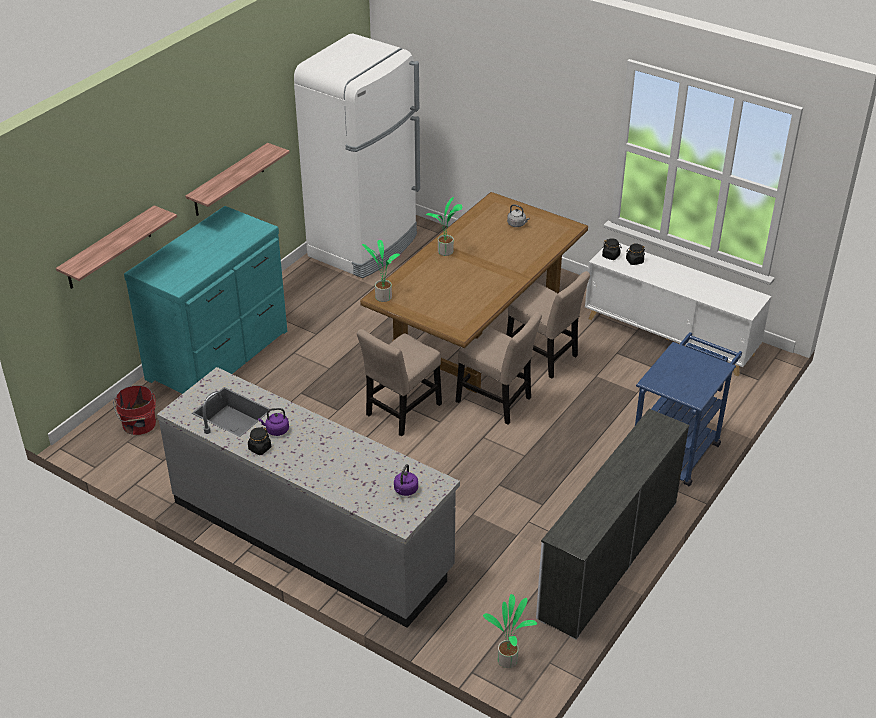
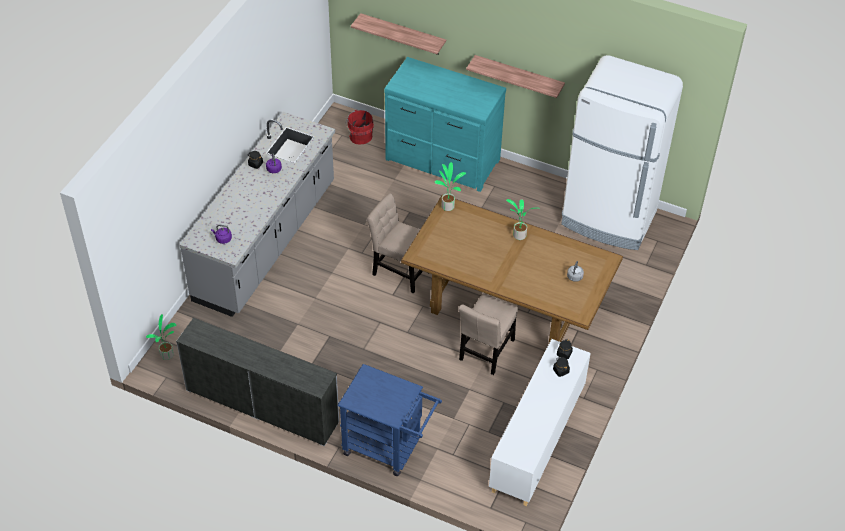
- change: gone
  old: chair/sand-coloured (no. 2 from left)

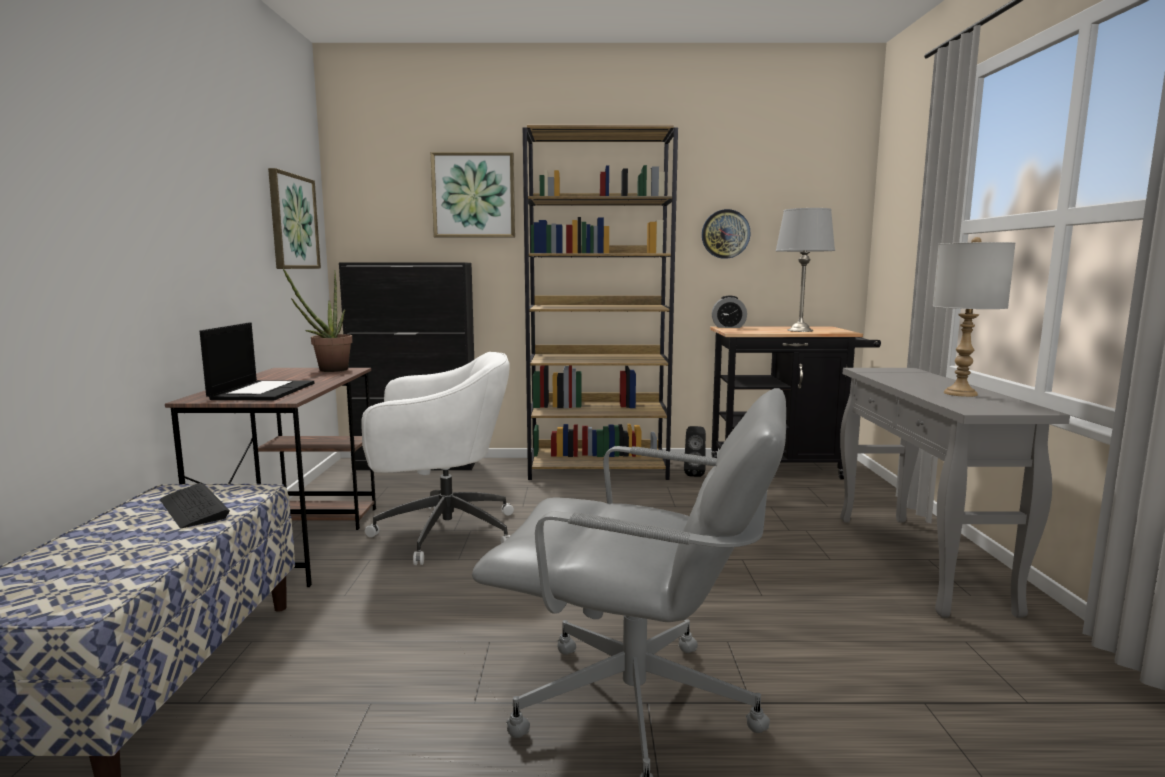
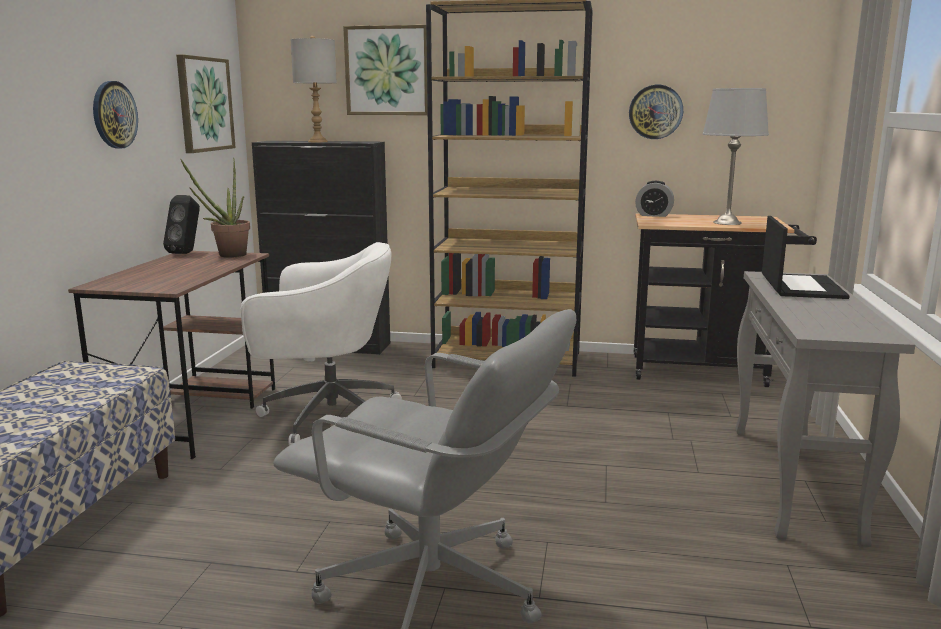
- change: gone
  old: keyboard
- change: shifted
  old: portable computer
- change: shifted
  old: speaker/black
- change: shifted
  old: tabletop lamp/greyish (no. 2 from left in the first image)
  new: tabletop lamp/greyish (no. 1 from left)
- change: new
  new: wall clock (no. 1 from left)

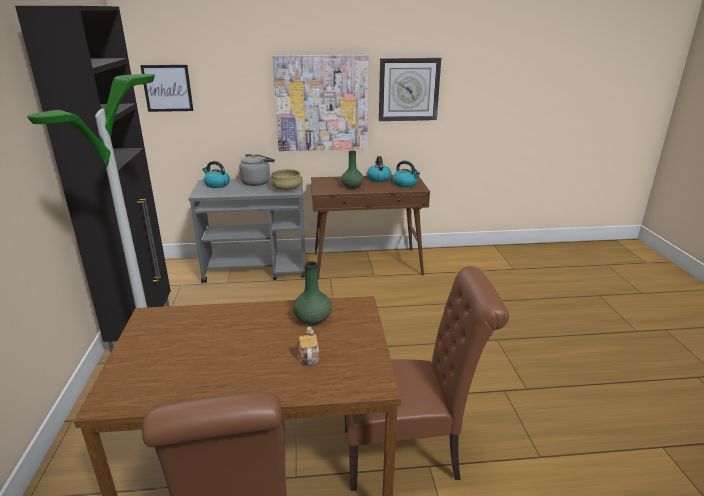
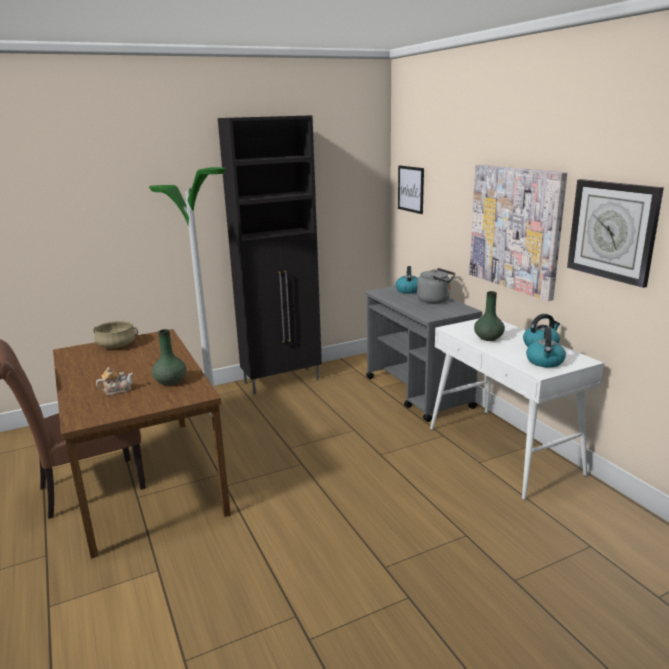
- change: shifted
  old: saucepot/sand-coloured
- change: repainted
  old: console table/brown
  new: console table/whitish
- change: gone
  old: chair/brown (no. 2 from left)

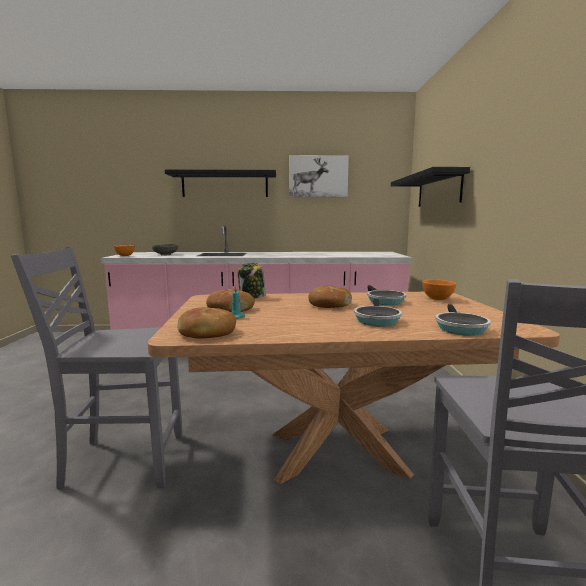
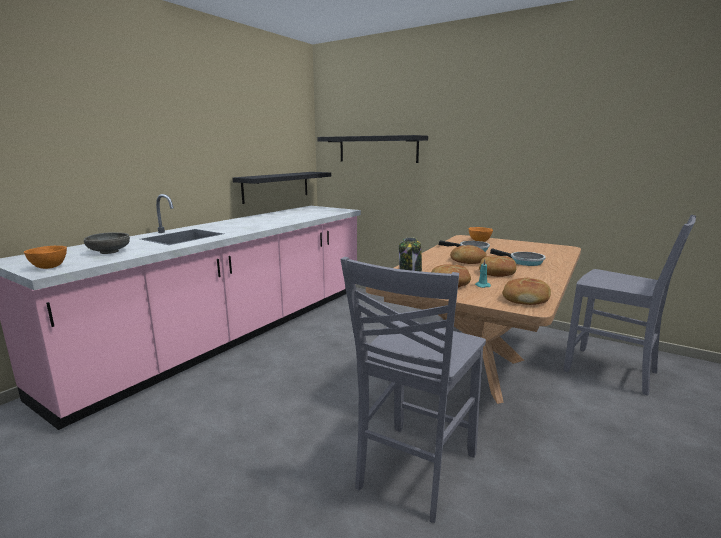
- change: shifted
  old: wall shelf/black (no. 1 from left)
- change: gone
  old: wall picture
- change: gone
  old: pan (no. 3 from left)
- change: new
  new: bread (no. 3 from left)

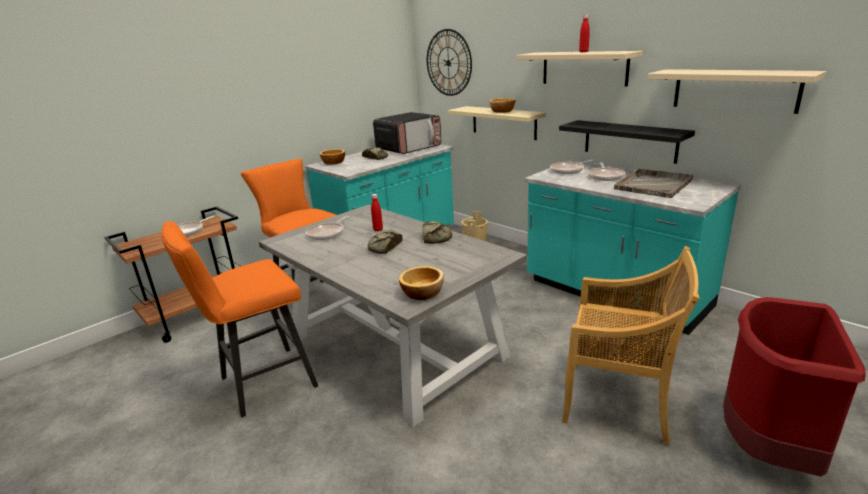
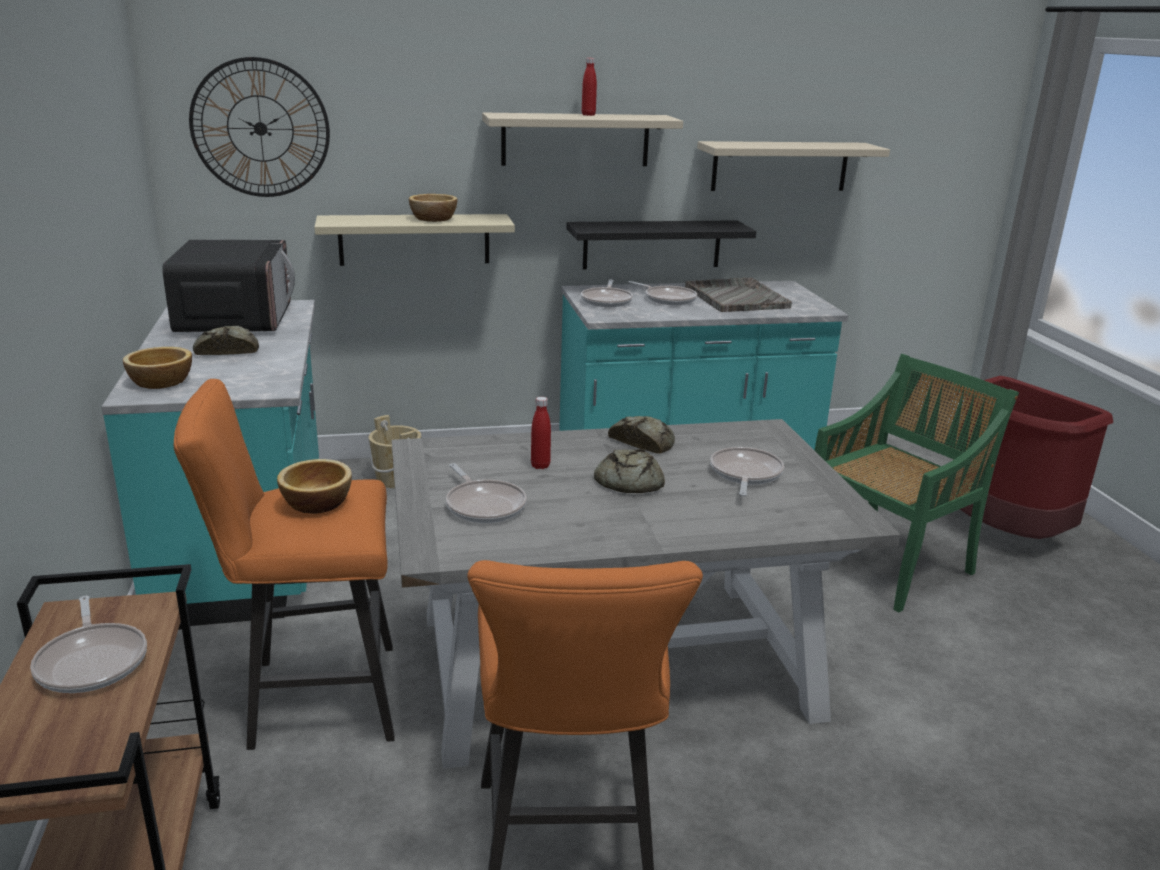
- change: shifted
  old: bowl (no. 2 from left)
- change: repainted
  old: chair/sand-coloured
  new: chair/green-coloured
- change: new
  new: pan (no. 5 from left)

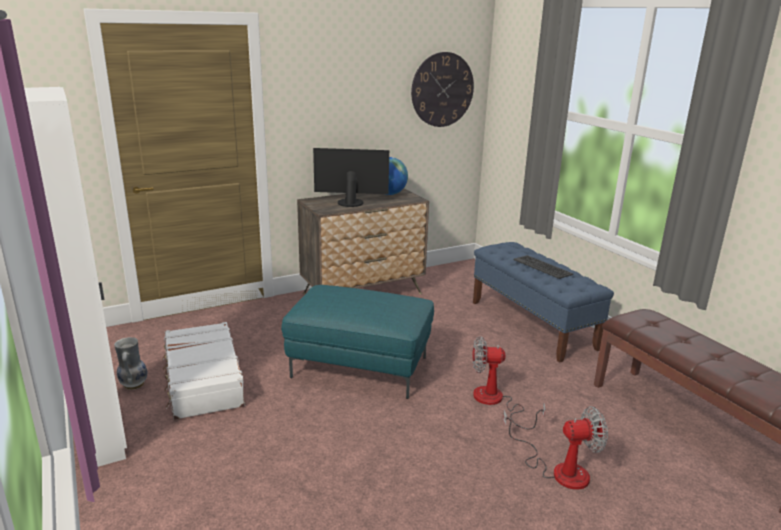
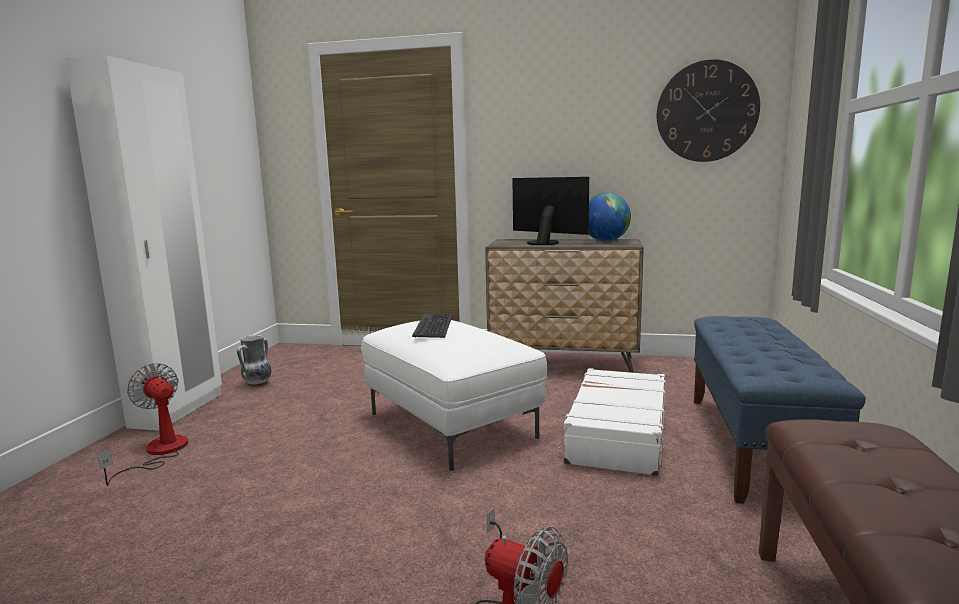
- change: shifted
  old: travel case/whitish
- change: repainted
  old: ottoman/blue-green
  new: ottoman/whitish
- change: shifted
  old: cooling fan (no. 1 from left)
- change: shifted
  old: keyboard

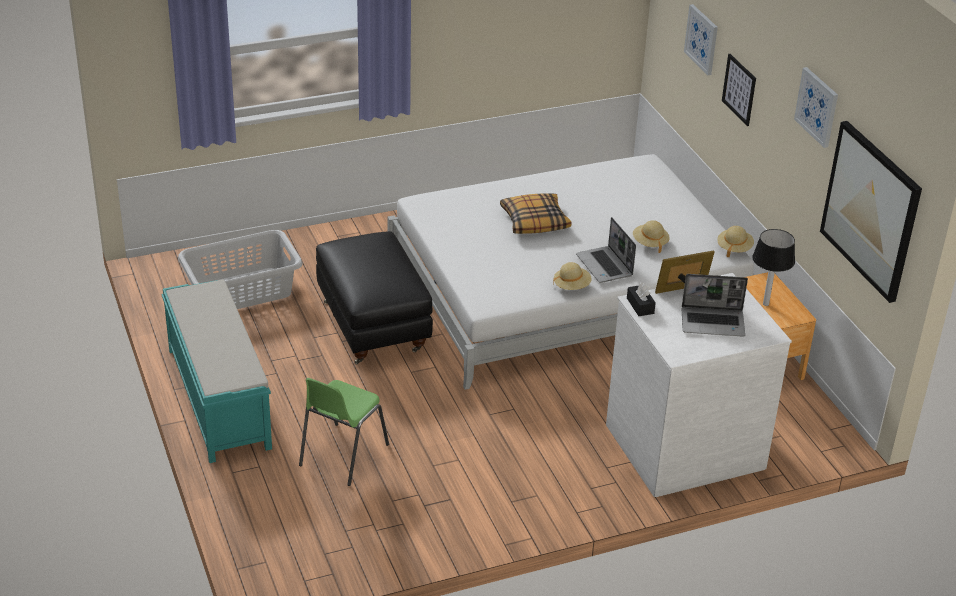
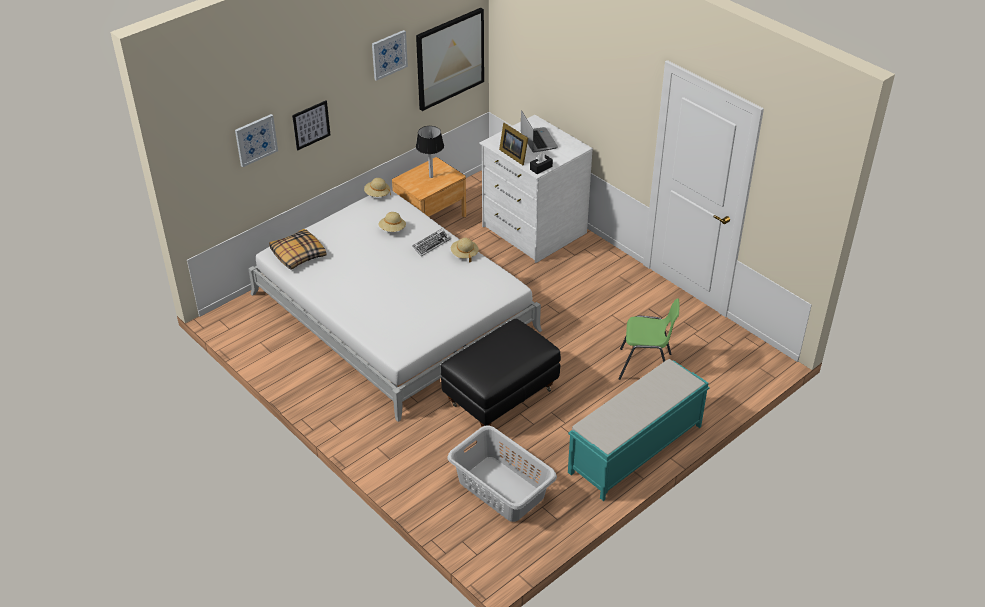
- change: shifted
  old: throw pillow
- change: swapped
  old: portable computer (no. 1 from left)
  new: keyboard

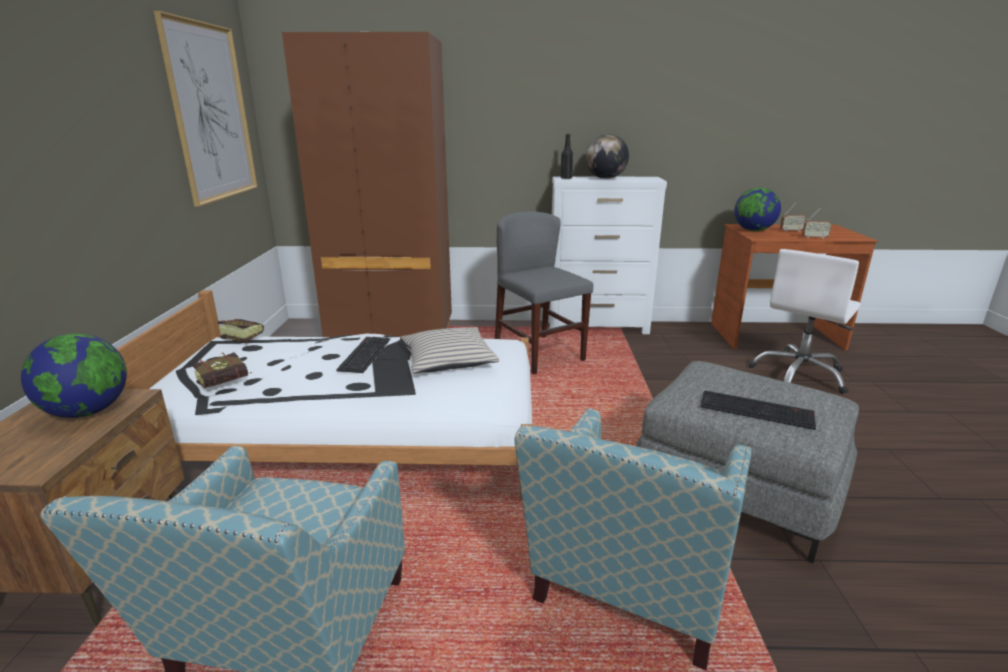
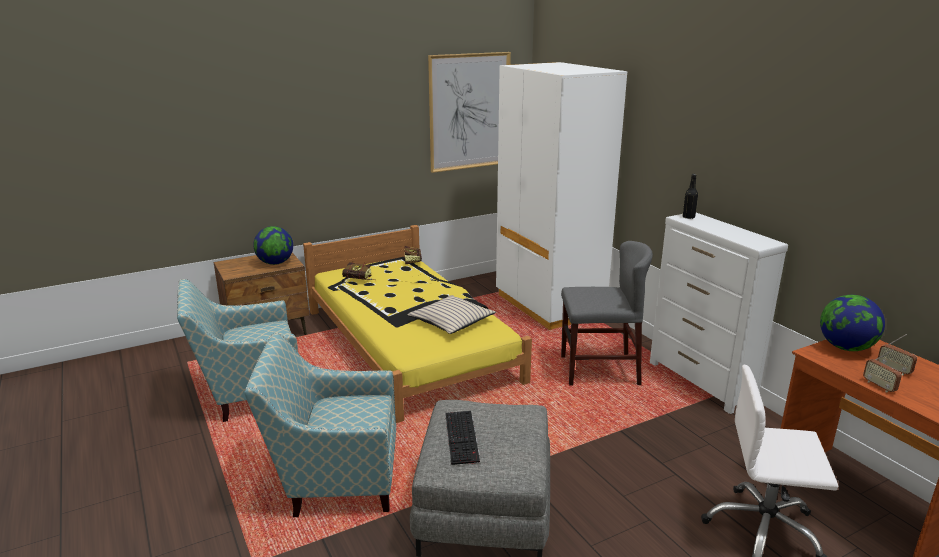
- change: repainted
  old: sleeping bed/whitish
  new: sleeping bed/yellow
- change: repainted
  old: clothes cupboard/brown
  new: clothes cupboard/whitish
- change: gone
  old: keyboard (no. 1 from left)
- change: rotated
  old: chair/greyish
  degrees: 60
- change: gone
  old: desk globe (no. 2 from left)

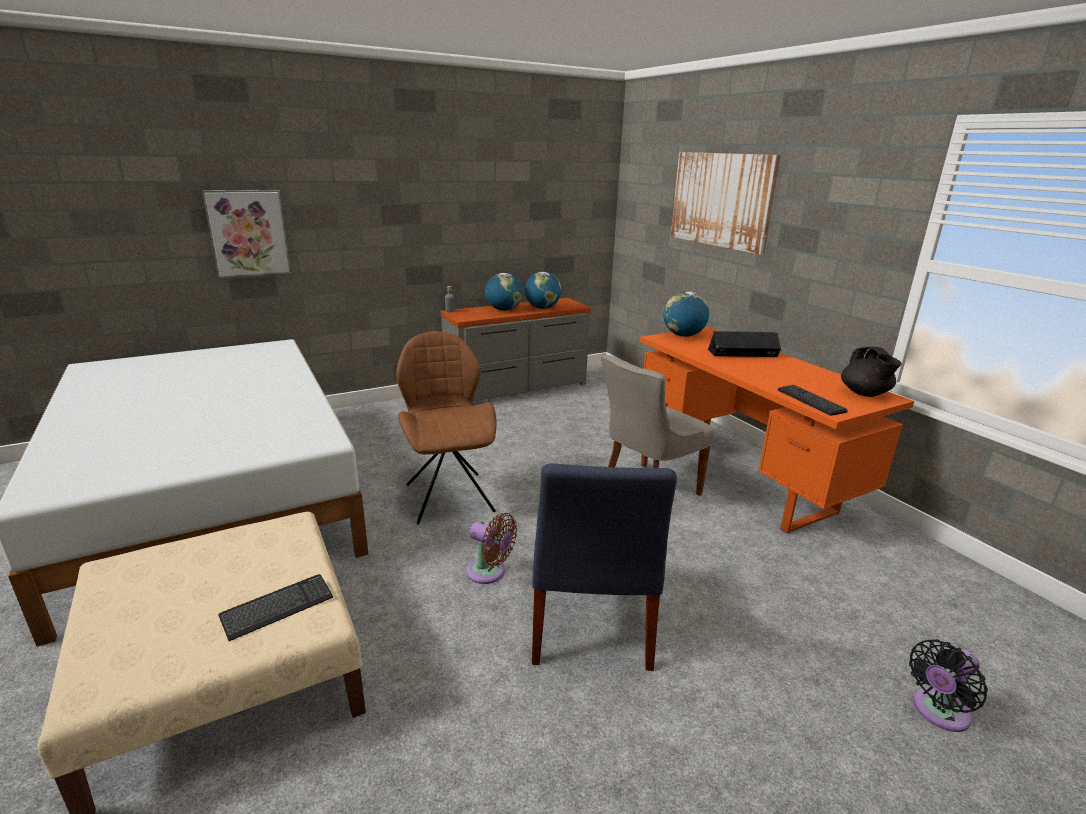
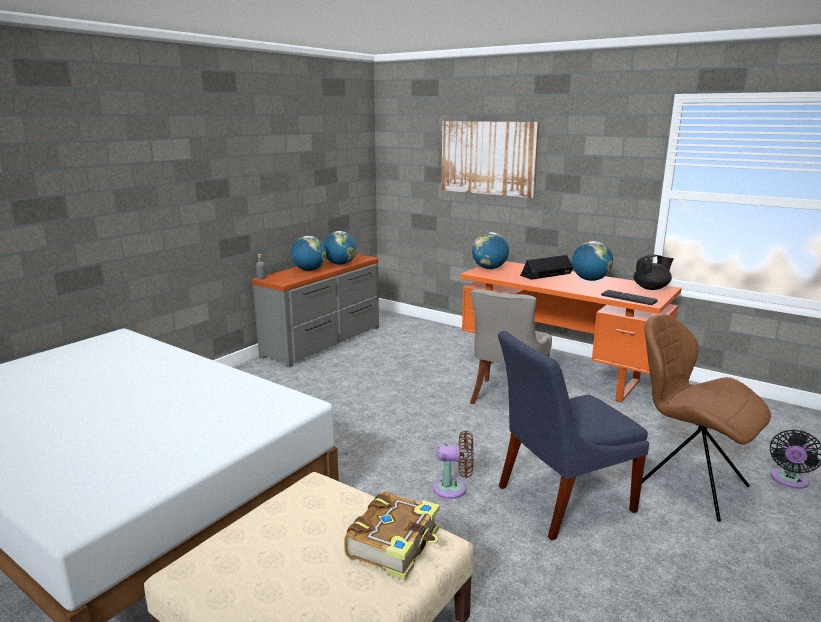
- change: gone
  old: wall picture (no. 1 from left)
- change: swapped
  old: keyboard (no. 1 from left)
  new: volume
- change: shifted
  old: chair/brown
- change: rotated
  old: chair/bluish
  degrees: 90
- change: rotated
  old: tea pot/black
  degrees: -75
- change: new
  new: desk globe (no. 4 from left)

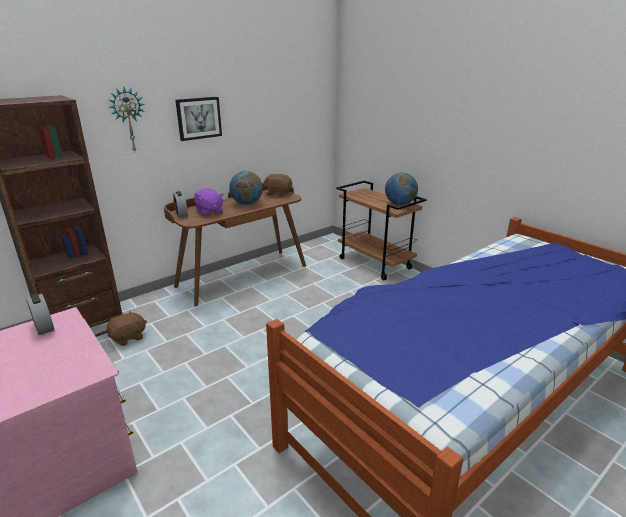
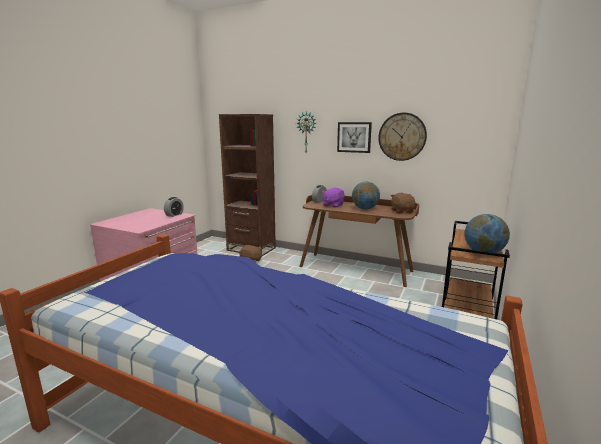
- change: new
  new: wall clock (no. 2 from left)

